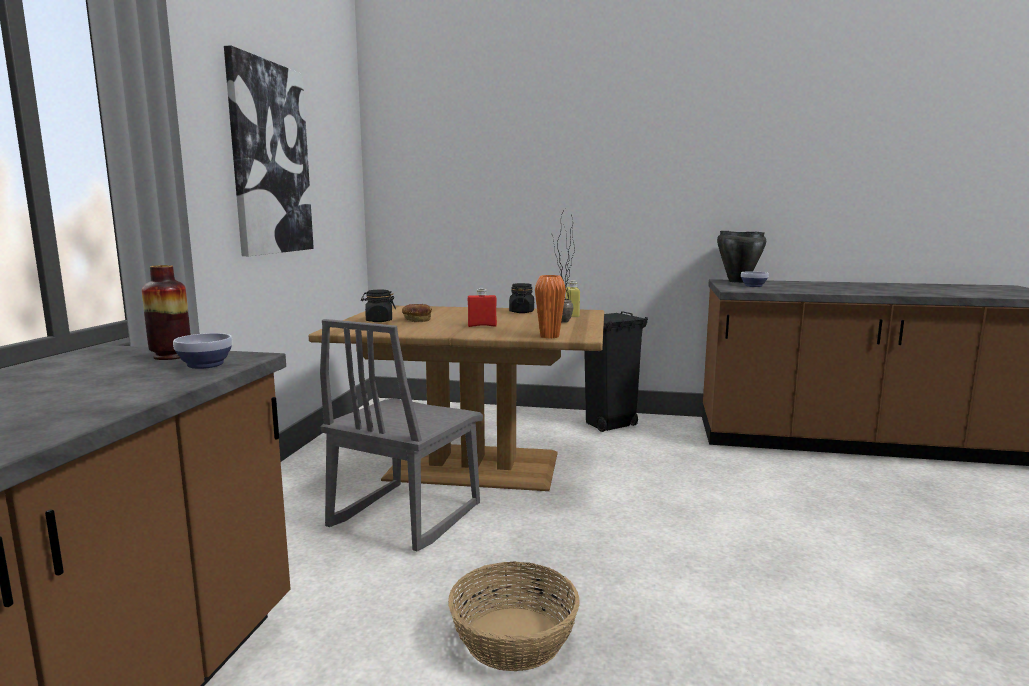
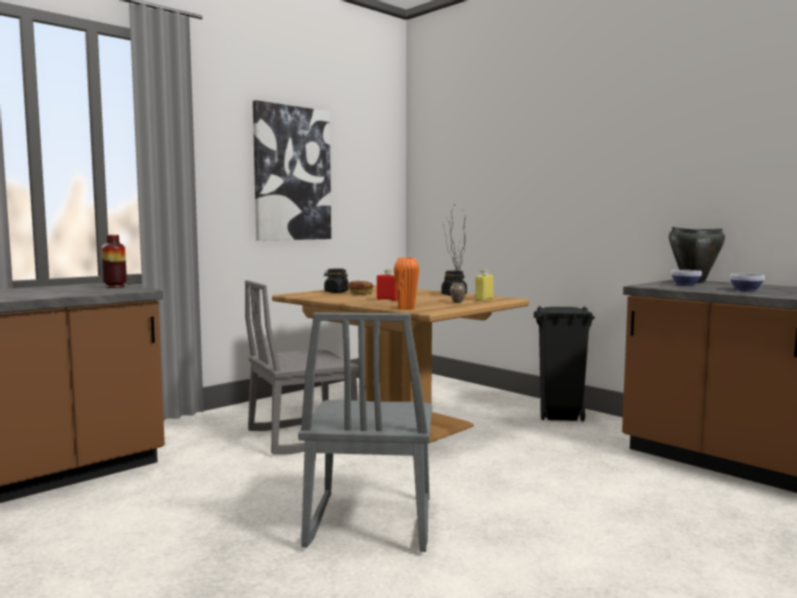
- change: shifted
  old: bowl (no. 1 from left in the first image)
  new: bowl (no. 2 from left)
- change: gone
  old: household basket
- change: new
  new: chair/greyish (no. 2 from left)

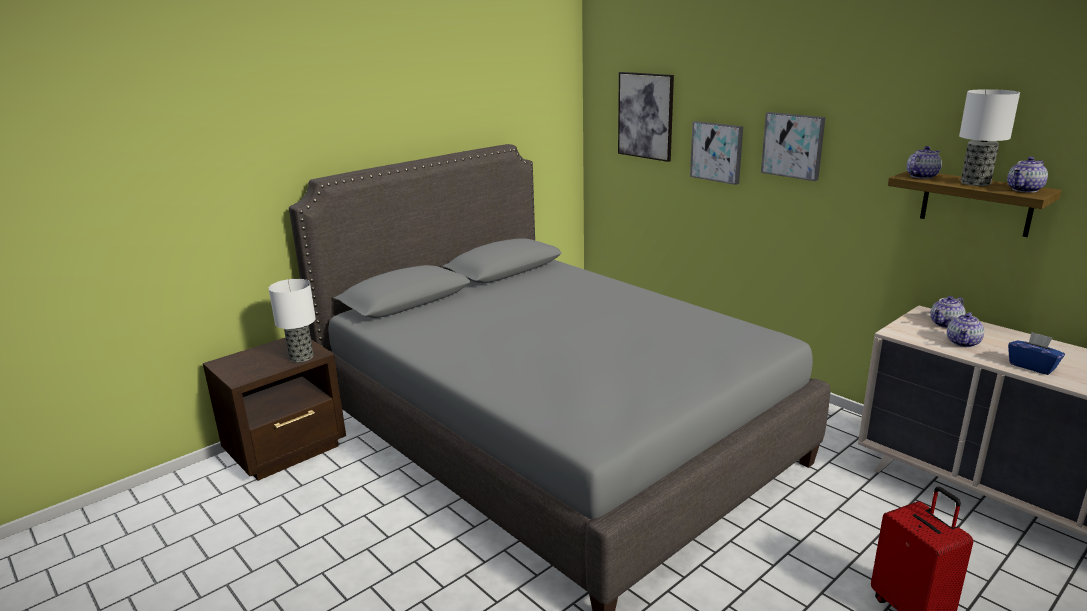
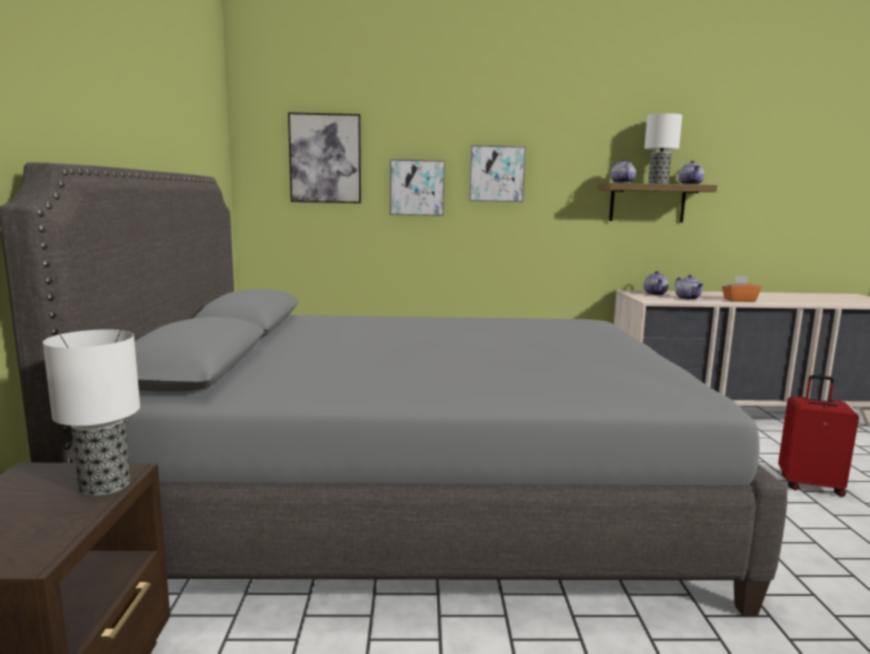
- change: repainted
  old: box of tissues/bluish
  new: box of tissues/orange

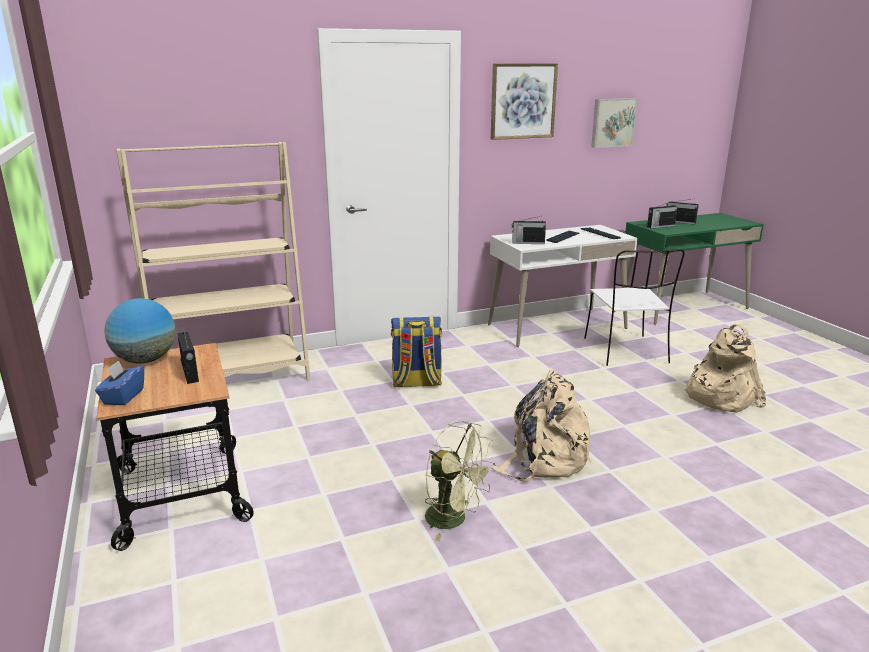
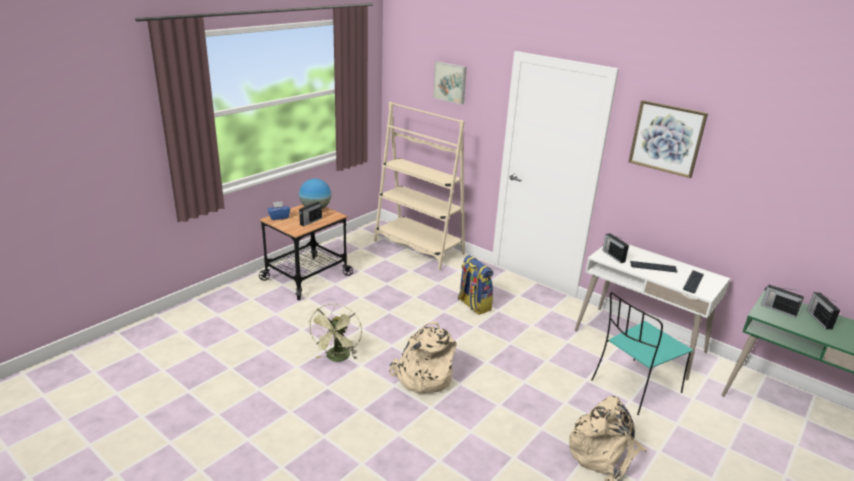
- change: repainted
  old: chair/whitish
  new: chair/blue-green
- change: shifted
  old: wall picture (no. 2 from left in the first image)
  new: wall picture (no. 1 from left)

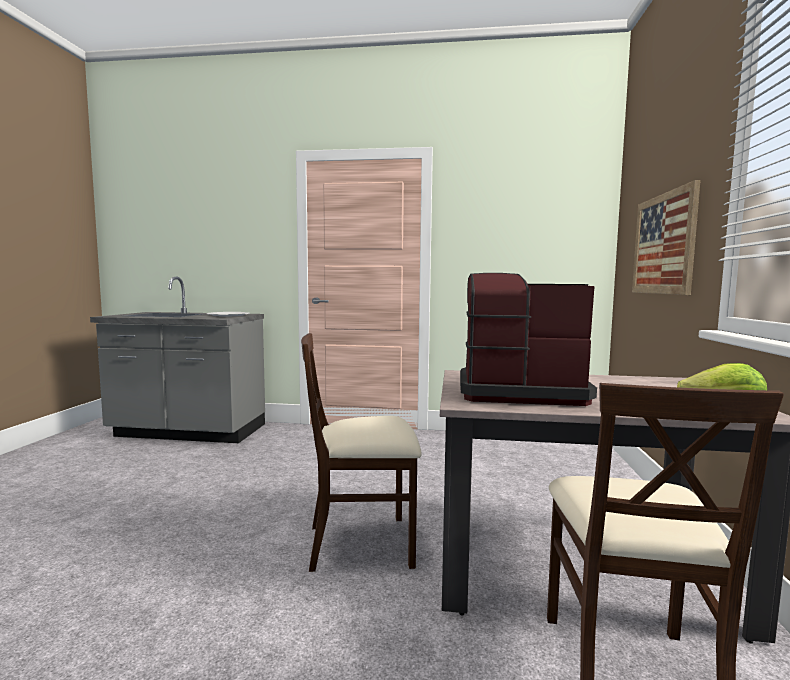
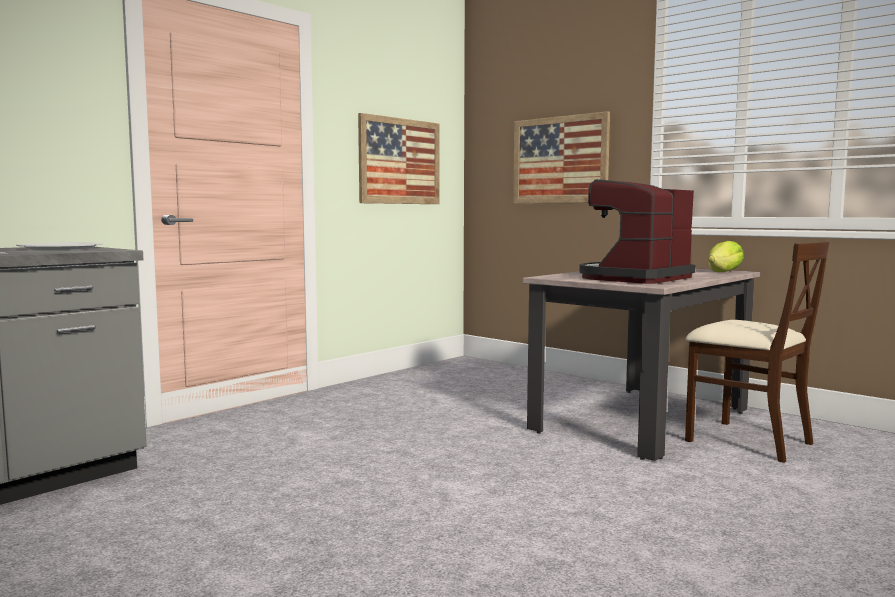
- change: gone
  old: chair/sand-coloured (no. 1 from left)
- change: new
  new: wall picture (no. 1 from left)

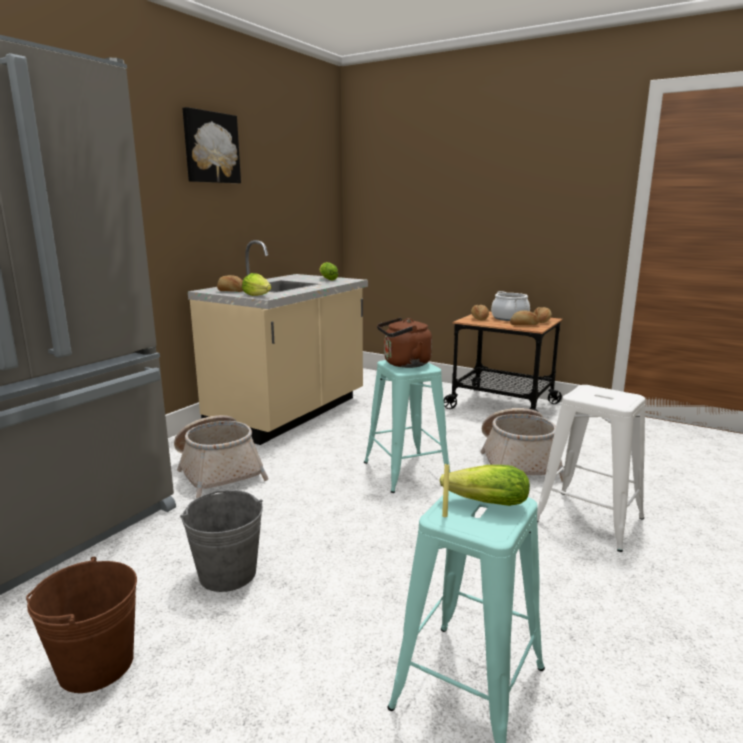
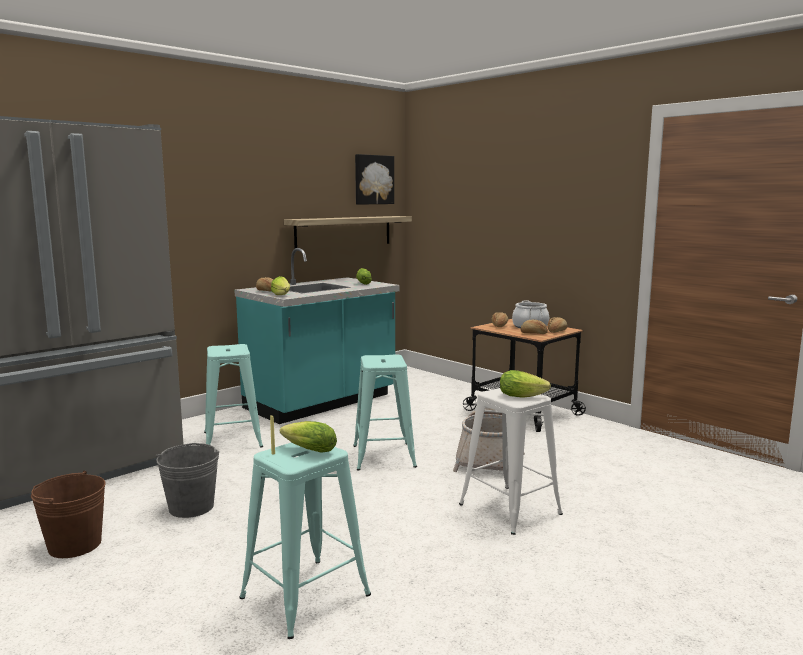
- change: swapped
  old: household basket (no. 1 from left)
  new: stool/blue-green (no. 1 from left)
- change: shifted
  old: wall picture
- change: repainted
  old: kitchen base unit/sand-coloured
  new: kitchen base unit/blue-green
- change: gone
  old: water kettle/brown
- change: new
  new: wall shelf
- change: new
  new: head of lettuce (no. 4 from left)

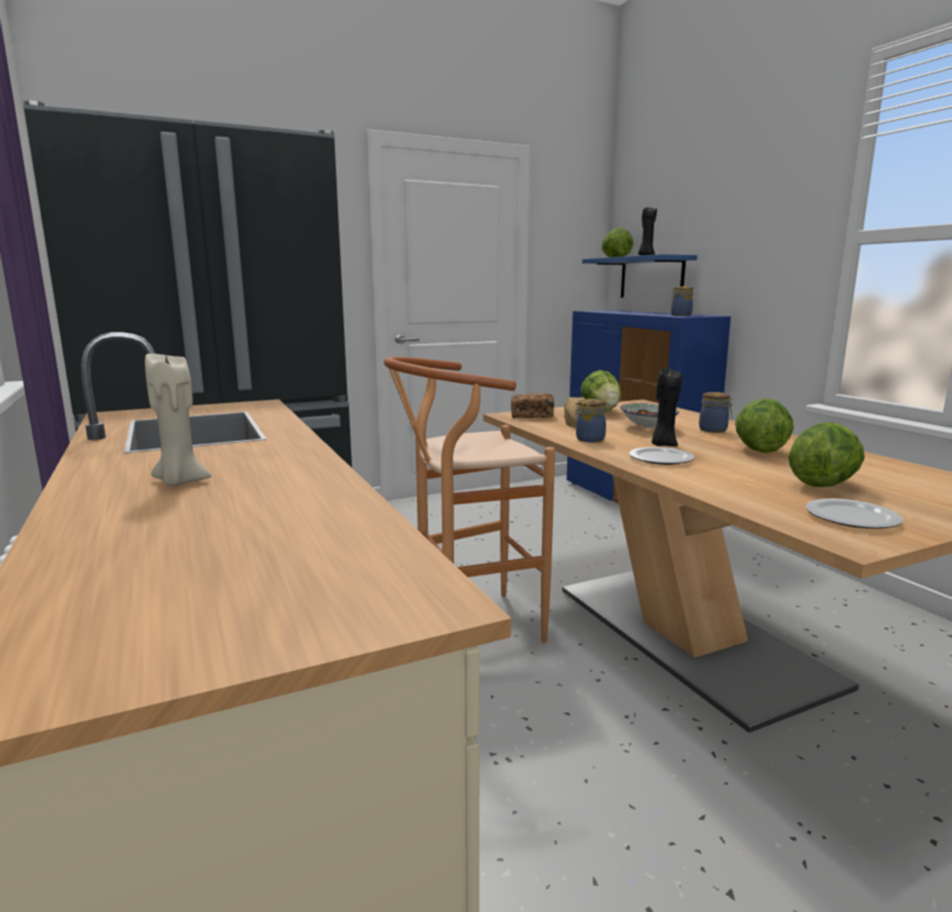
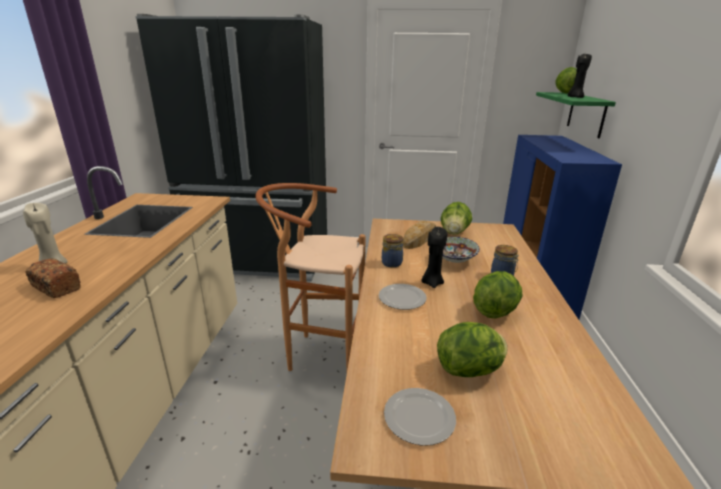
- change: shifted
  old: bread (no. 1 from left)
- change: repainted
  old: wall shelf/bluish
  new: wall shelf/green-coloured
- change: gone
  old: preserve jar (no. 2 from left)

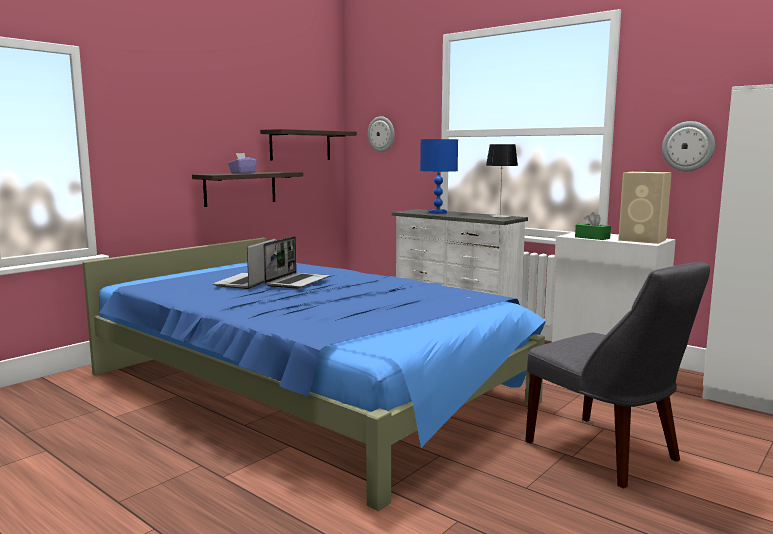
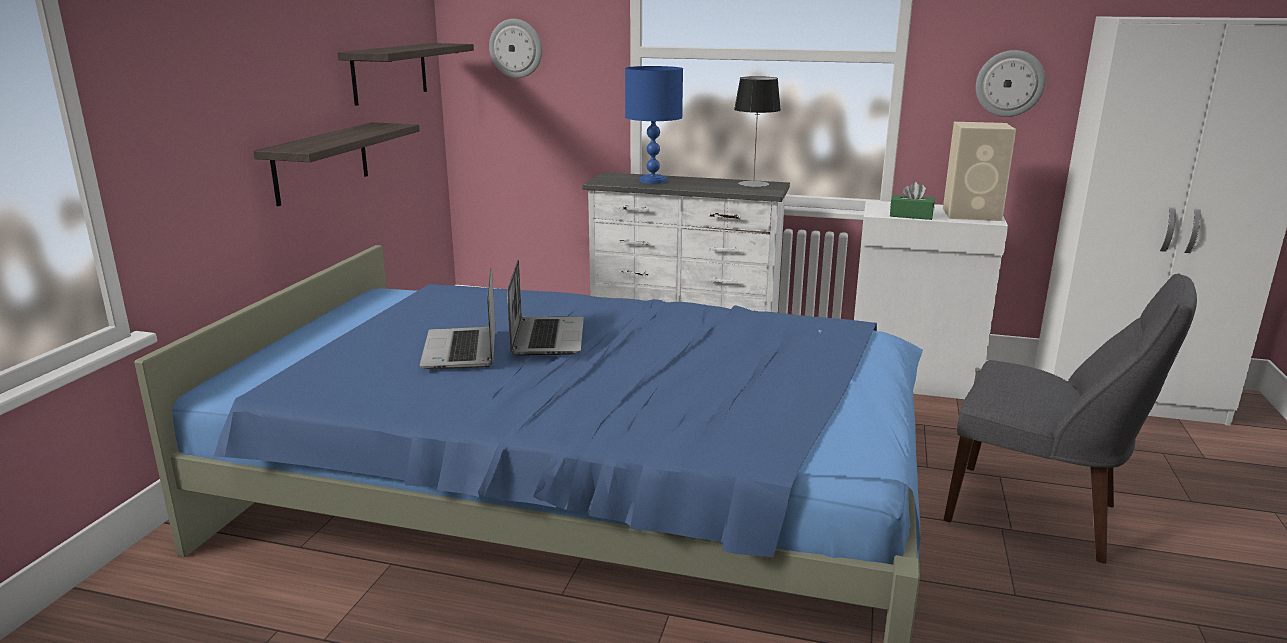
- change: gone
  old: box of tissues/purplish

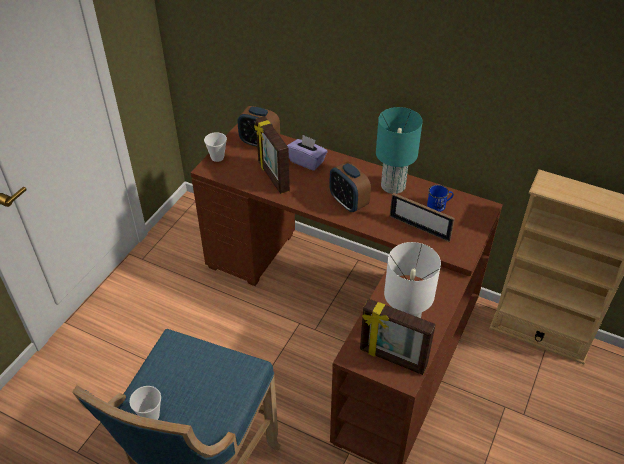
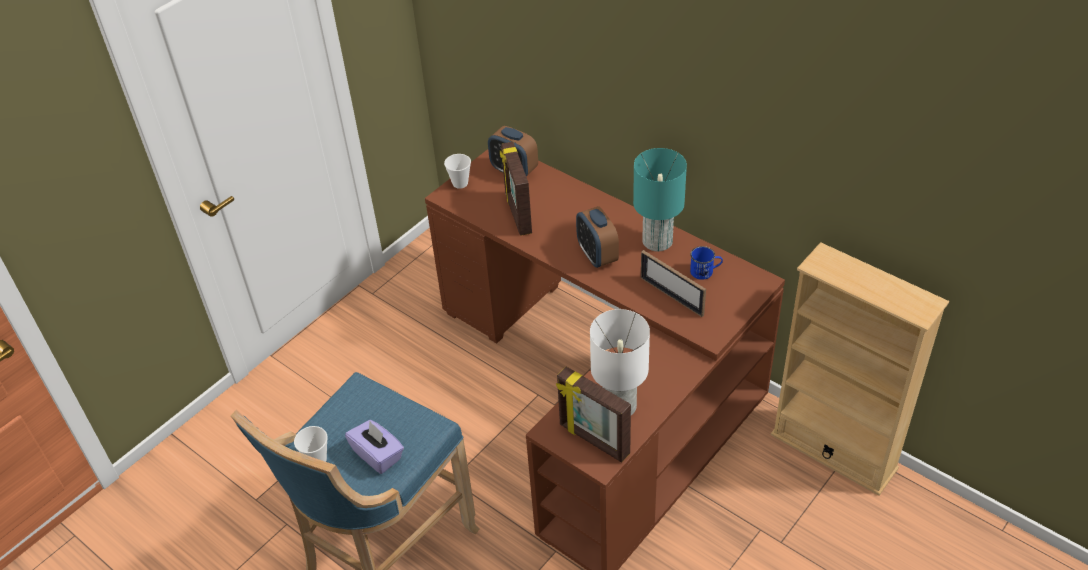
- change: shifted
  old: box of tissues/purplish

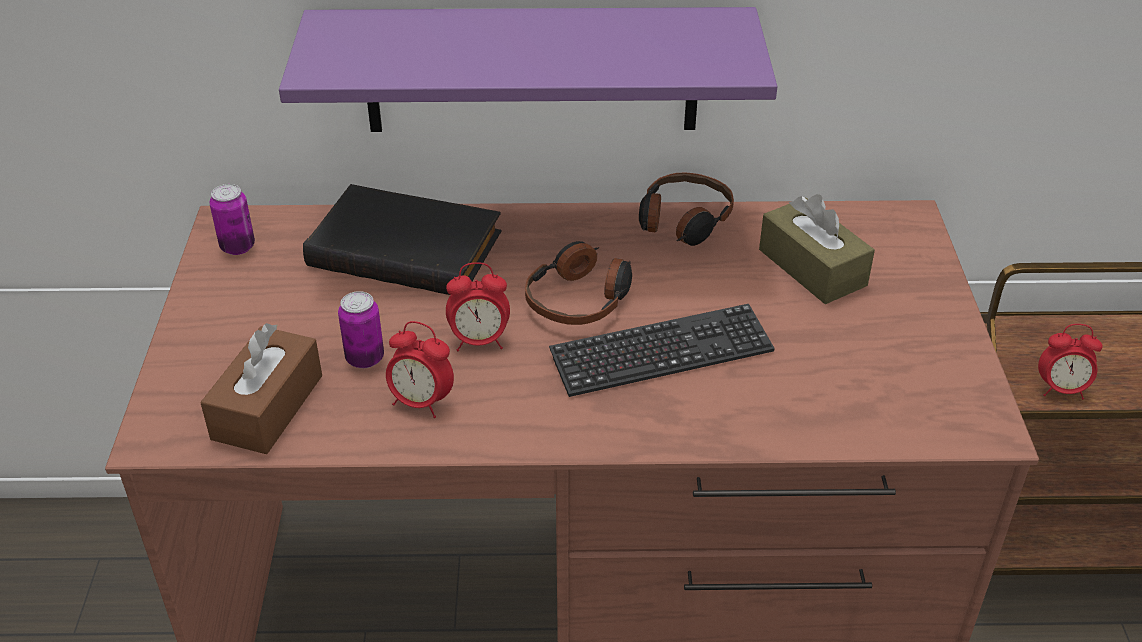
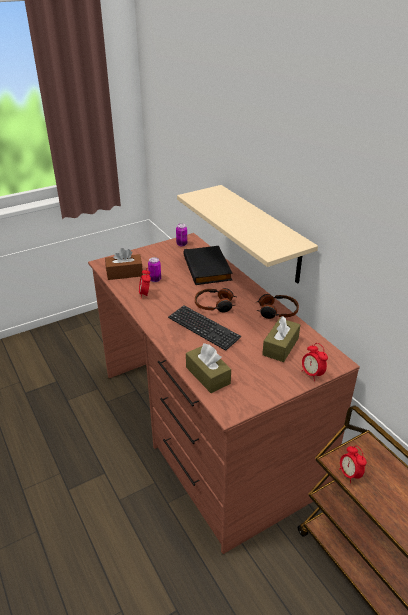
- change: repainted
  old: wall shelf/purplish
  new: wall shelf/sand-coloured
- change: shifted
  old: bedside clock (no. 2 from left)
- change: new
  new: box of tissues/brown (no. 2 from left)

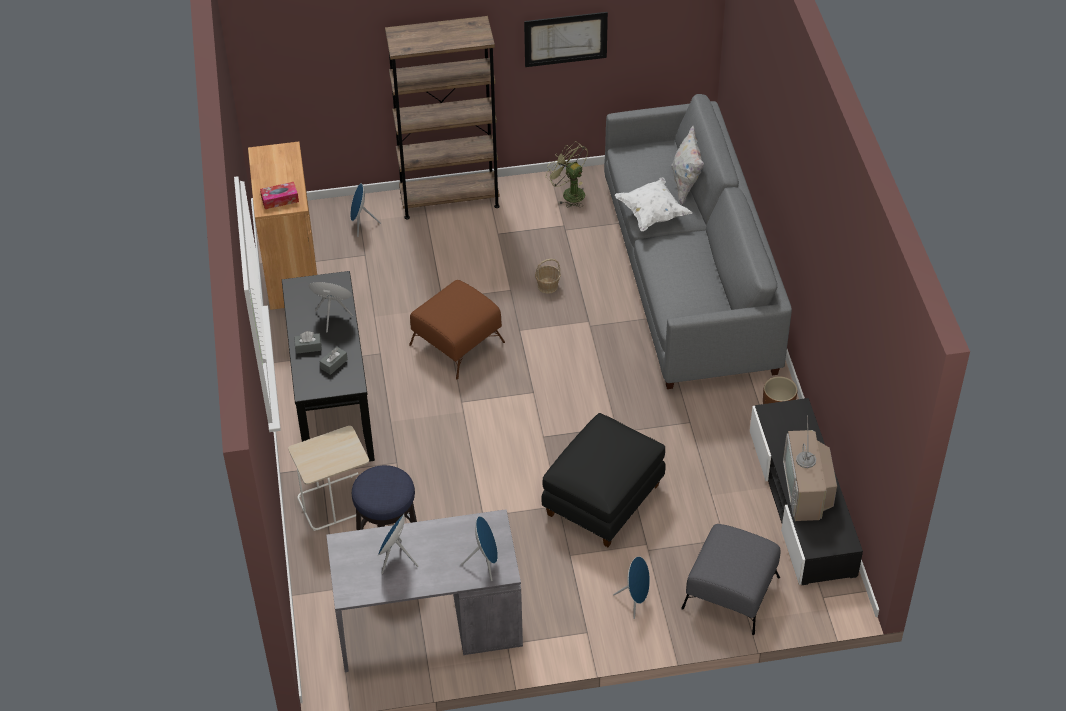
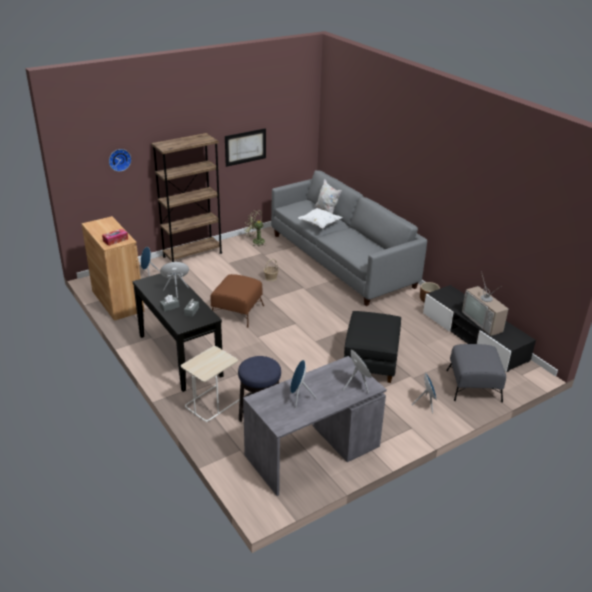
- change: new
  new: wall clock

